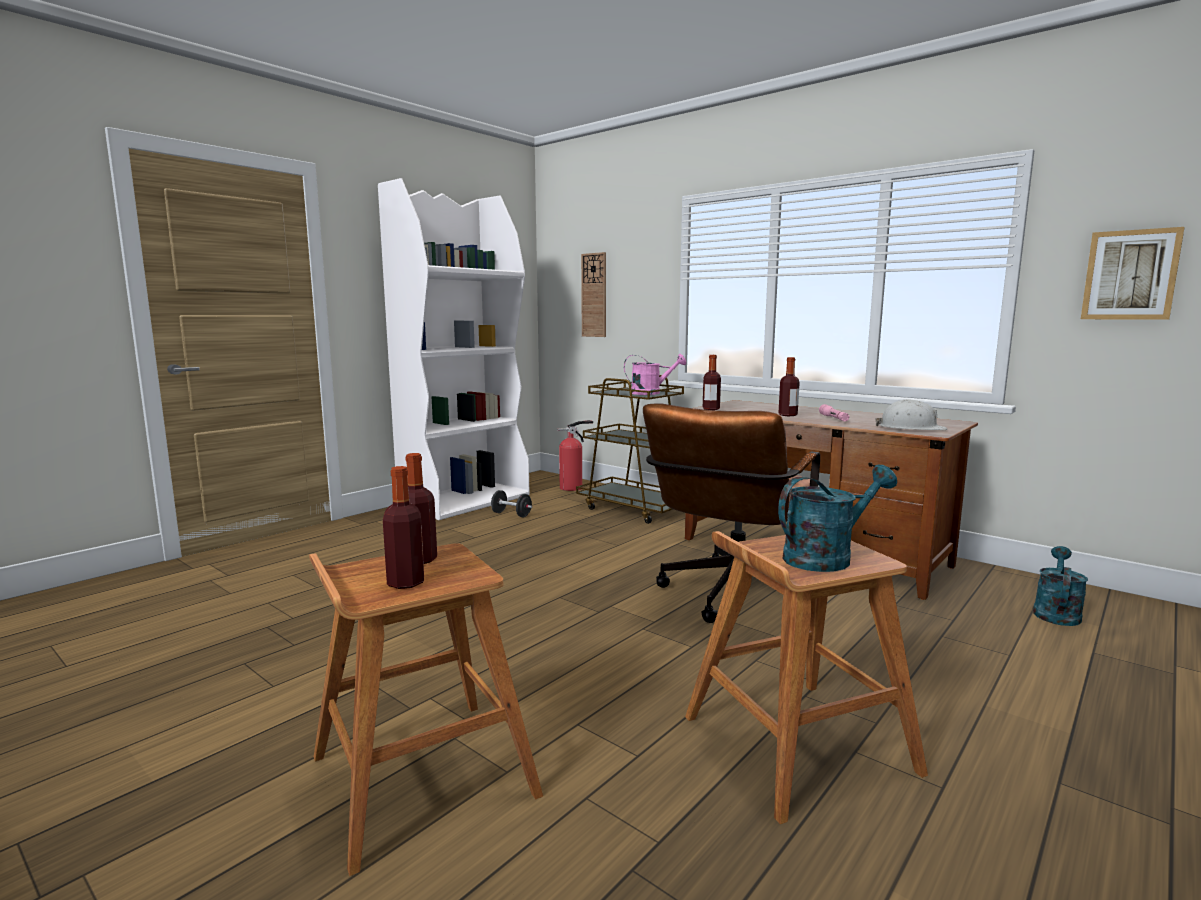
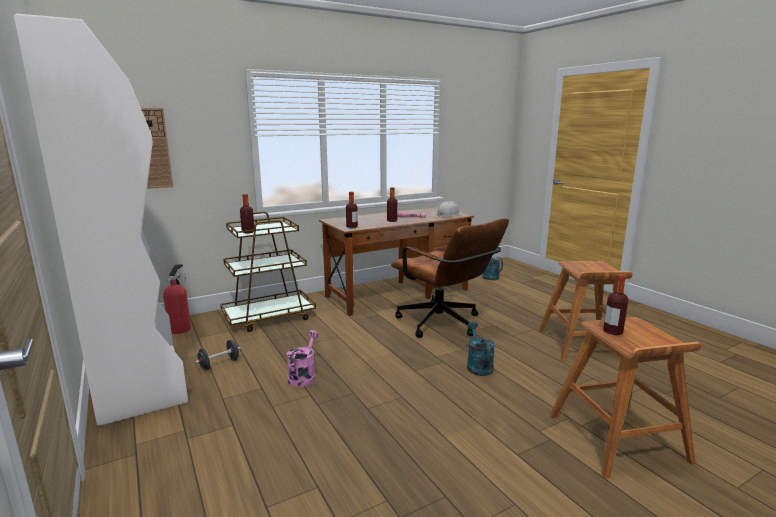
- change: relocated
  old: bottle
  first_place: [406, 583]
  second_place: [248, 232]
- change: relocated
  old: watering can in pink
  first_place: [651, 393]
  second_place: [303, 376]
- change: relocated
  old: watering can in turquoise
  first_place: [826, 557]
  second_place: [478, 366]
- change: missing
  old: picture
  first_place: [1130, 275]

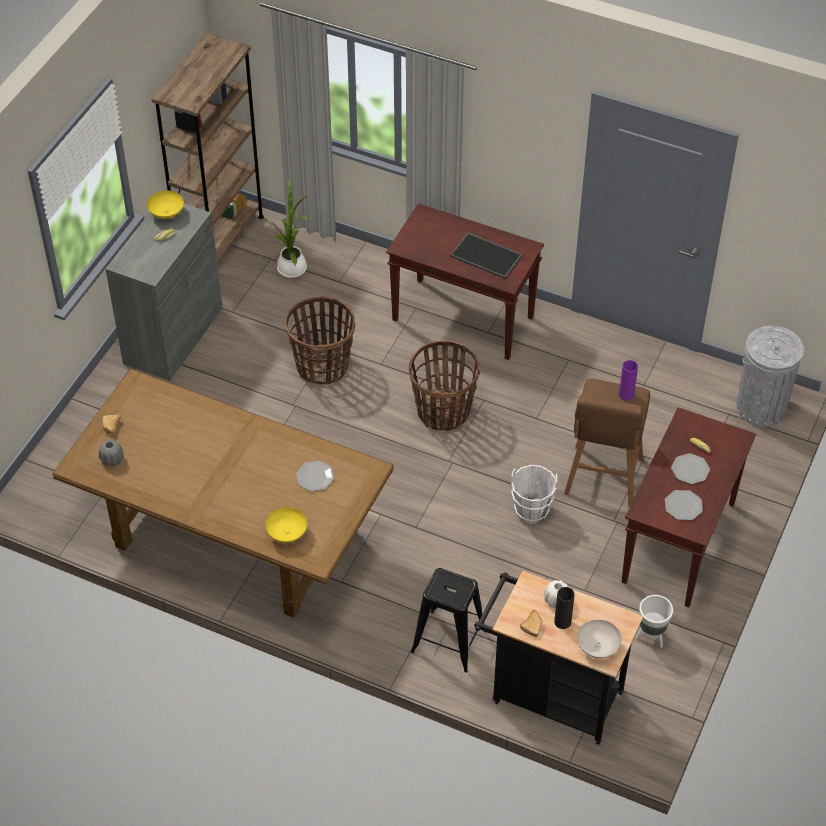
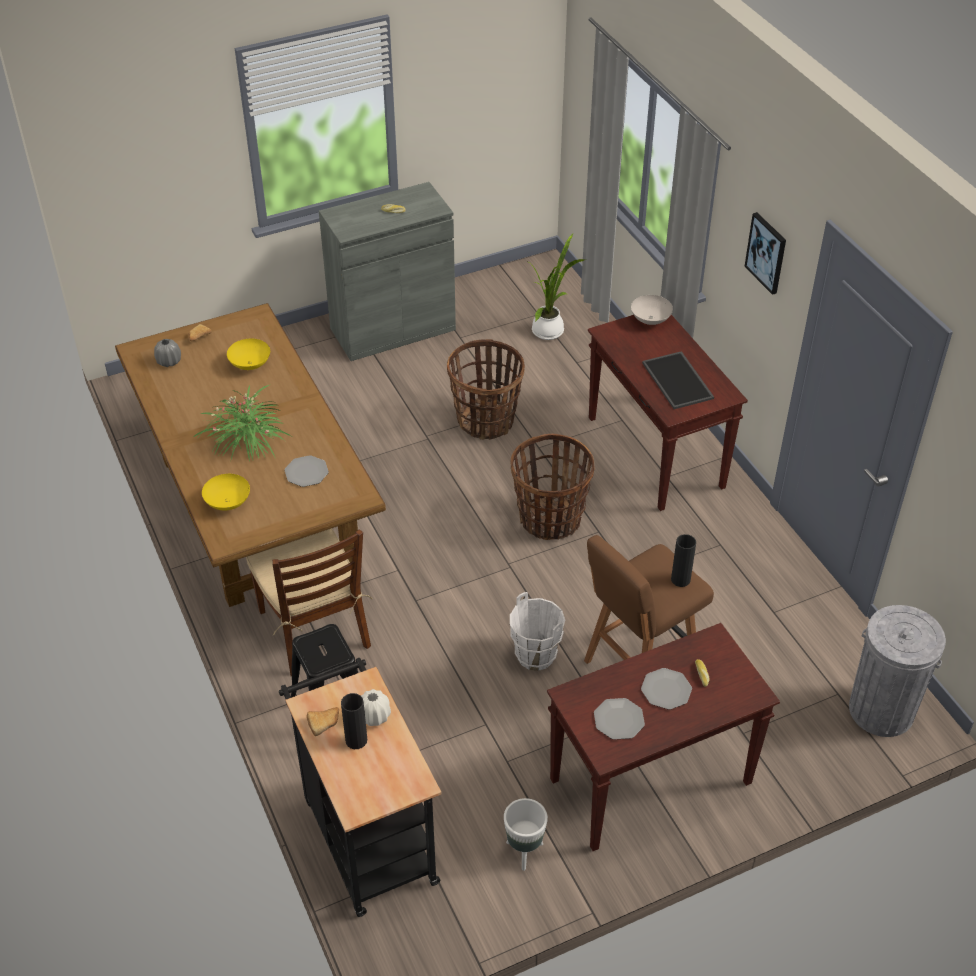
- change: appeared
  new: potted plant
  second_place: [247, 440]
- change: relocated
  old: bowl in yellow
  first_place: [167, 213]
  second_place: [251, 365]
- change: appeared
  new: chair in brown
  second_place: [315, 629]
- change: relocated
  old: bowl in white
  first_place: [597, 647]
  second_place: [649, 320]
- change: colour
  old: vase in purple
  new: vase in black
  first_place: [626, 395]
  second_place: [680, 579]
- change: appeared
  new: picture
  second_place: [766, 252]
- change: missing
  old: bookcase in brown
  first_place: [221, 242]

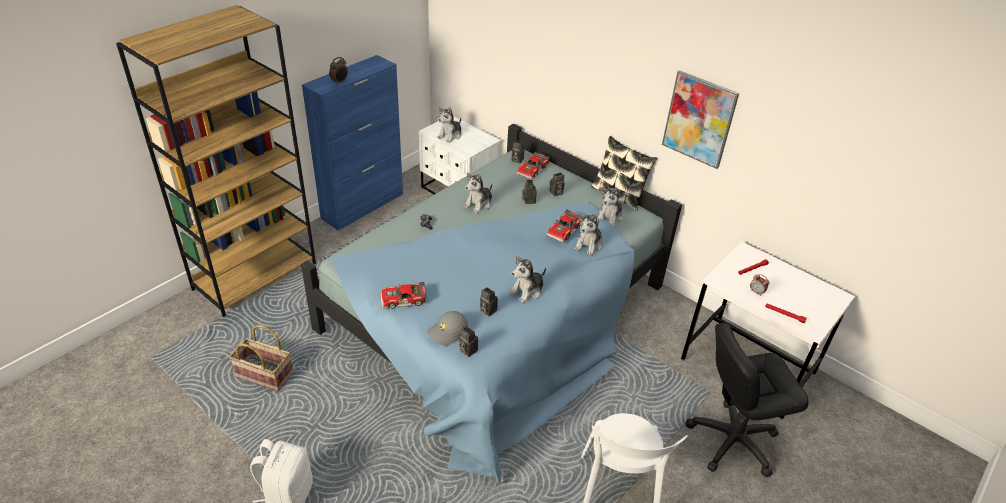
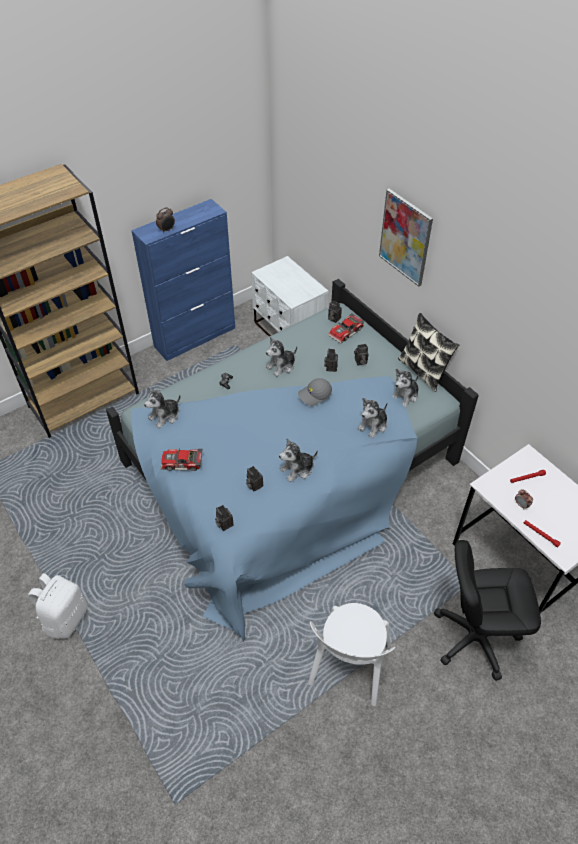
- change: relocated
  old: plush toy
  first_place: [450, 136]
  second_place: [165, 416]
- change: relocated
  old: cap in grey
  first_place: [448, 332]
  second_place: [314, 395]
- change: relocated
  old: picture
  first_place: [699, 119]
  second_place: [405, 237]
- change: missing
  old: basket
  first_place: [263, 375]
- change: missing
  old: toy car
  first_place: [565, 230]

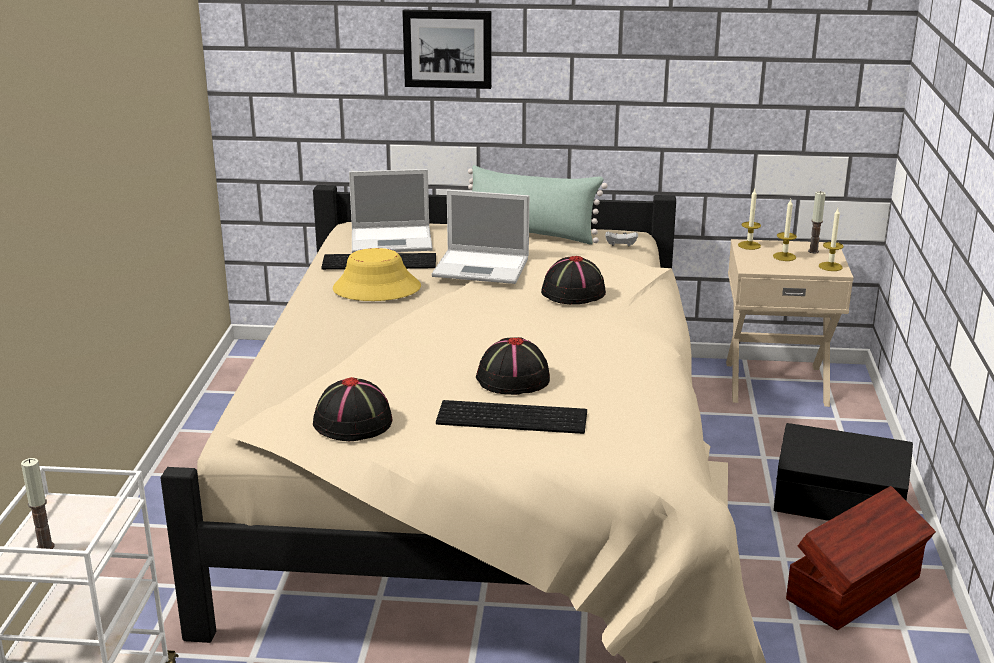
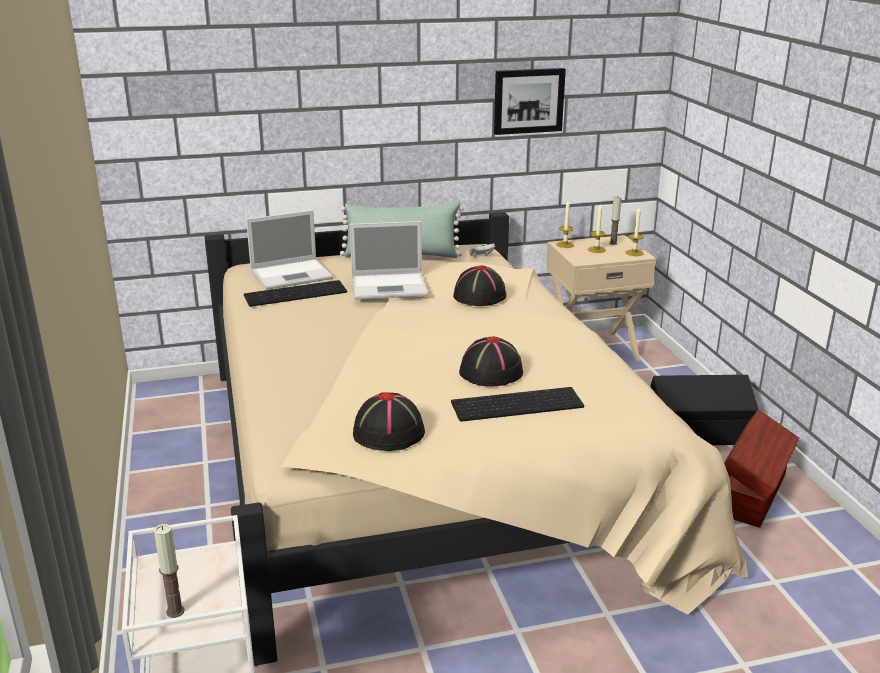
- change: relocated
  old: picture
  first_place: [447, 48]
  second_place: [528, 101]
- change: missing
  old: hat in yellow
  first_place: [376, 289]

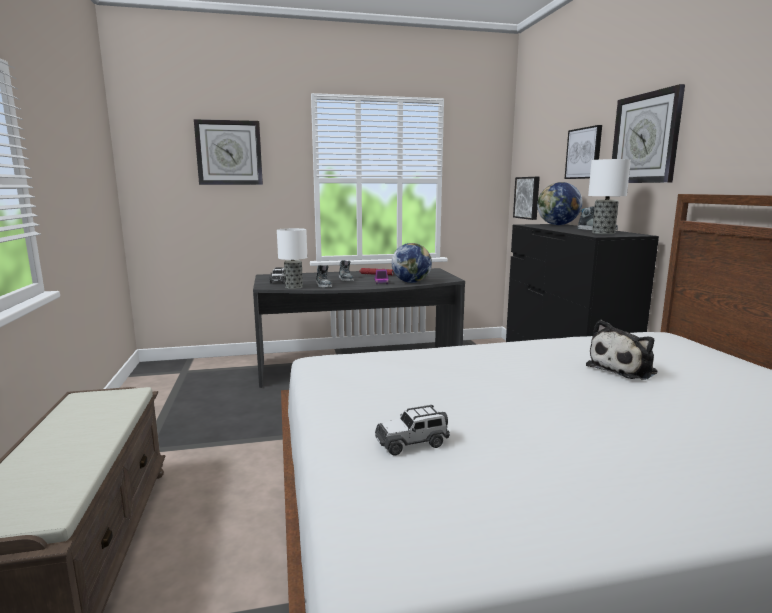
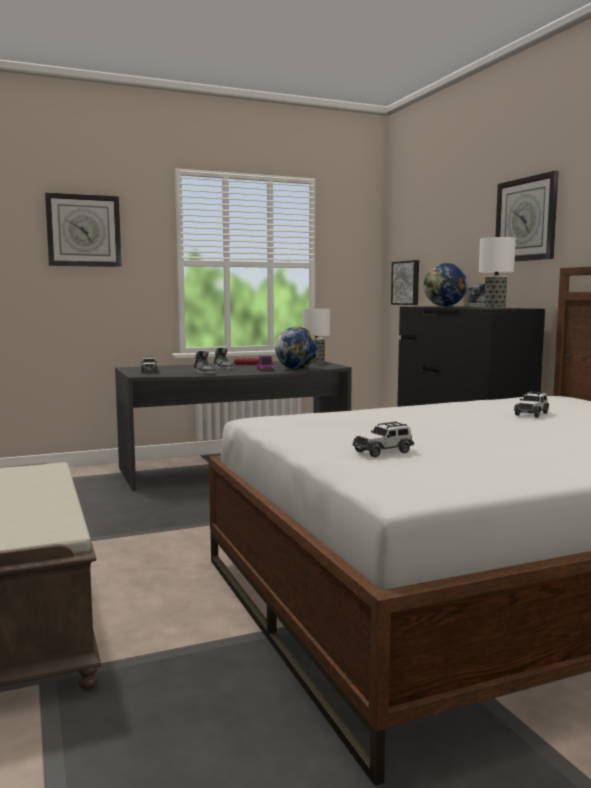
- change: relocated
  old: table lamp
  first_place: [293, 287]
  second_place: [315, 363]
- change: exchanged
  old: plush toy
  new: toy car
  first_place: [624, 369]
  second_place: [531, 414]
- change: missing
  old: picture
  first_place: [584, 153]

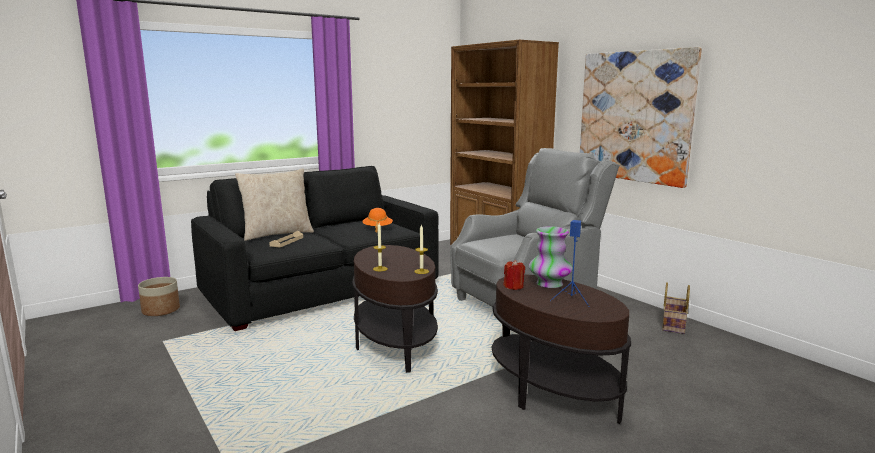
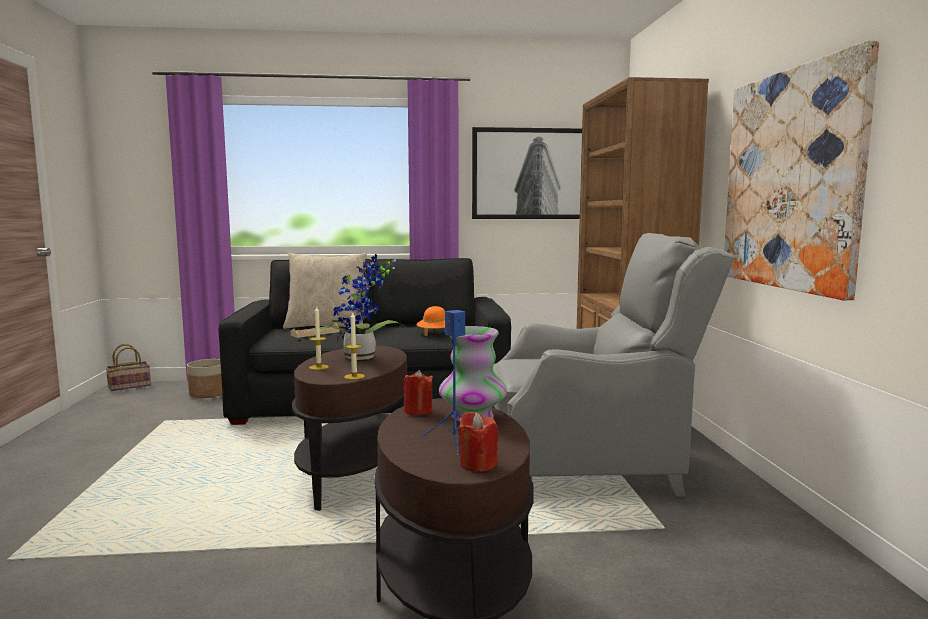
- change: relocated
  old: basket
  first_place: [672, 324]
  second_place: [130, 386]
- change: appeared
  new: potted plant
  second_place: [362, 358]
- change: appeared
  new: candle in red
  second_place: [477, 464]
- change: appeared
  new: picture
  second_place: [536, 174]

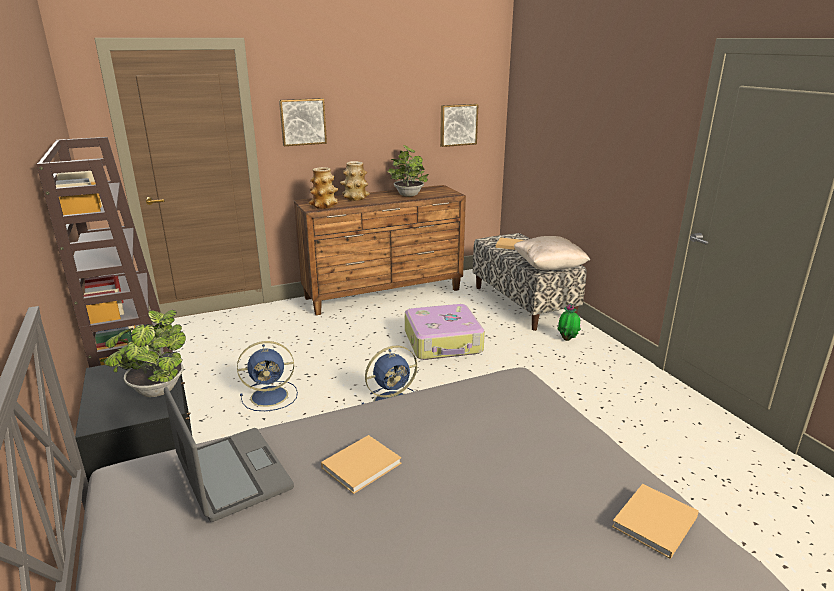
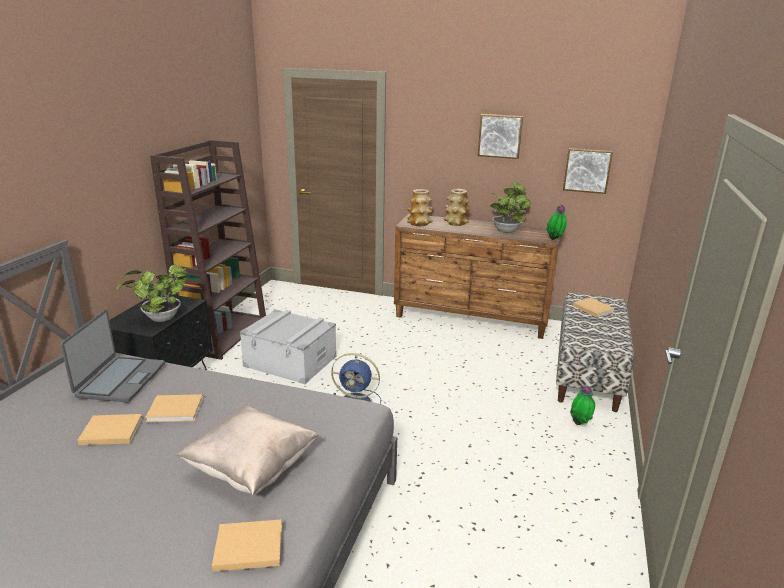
- change: appeared
  new: book in beige
  second_place: [109, 431]
- change: relocated
  old: pillow in beige
  first_place: [549, 267]
  second_place: [251, 469]
- change: exchanged
  old: fan in blue
  new: storage box in grey
  first_place: [271, 396]
  second_place: [290, 361]
- change: relocated
  old: picture
  first_place: [302, 121]
  second_place: [500, 136]
- change: appeared
  new: potted plant
  second_place: [555, 240]
- change: missing
  old: suitcase
  first_place: [443, 342]

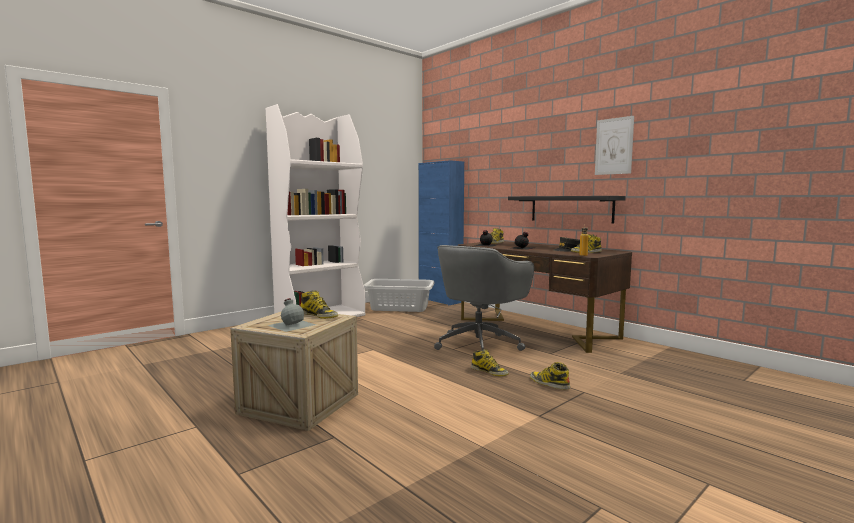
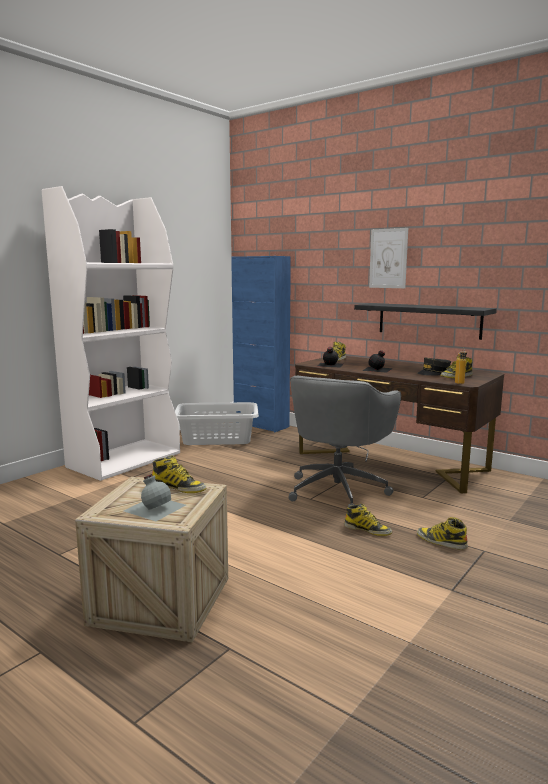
- change: relocated
  old: picture
  first_place: [614, 146]
  second_place: [388, 258]

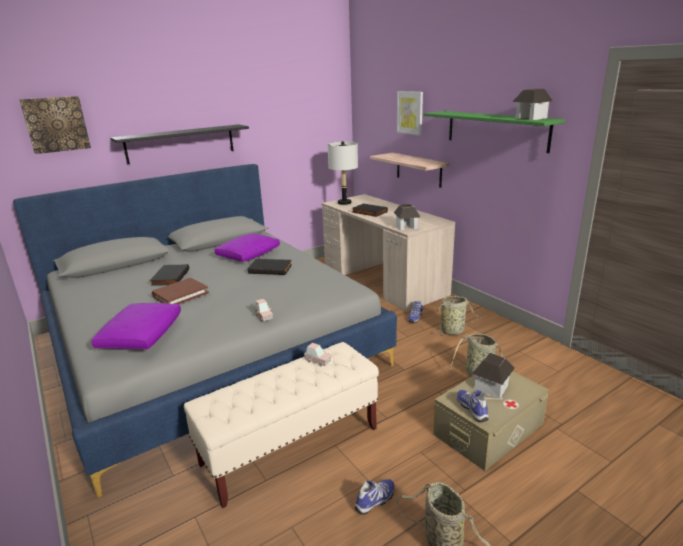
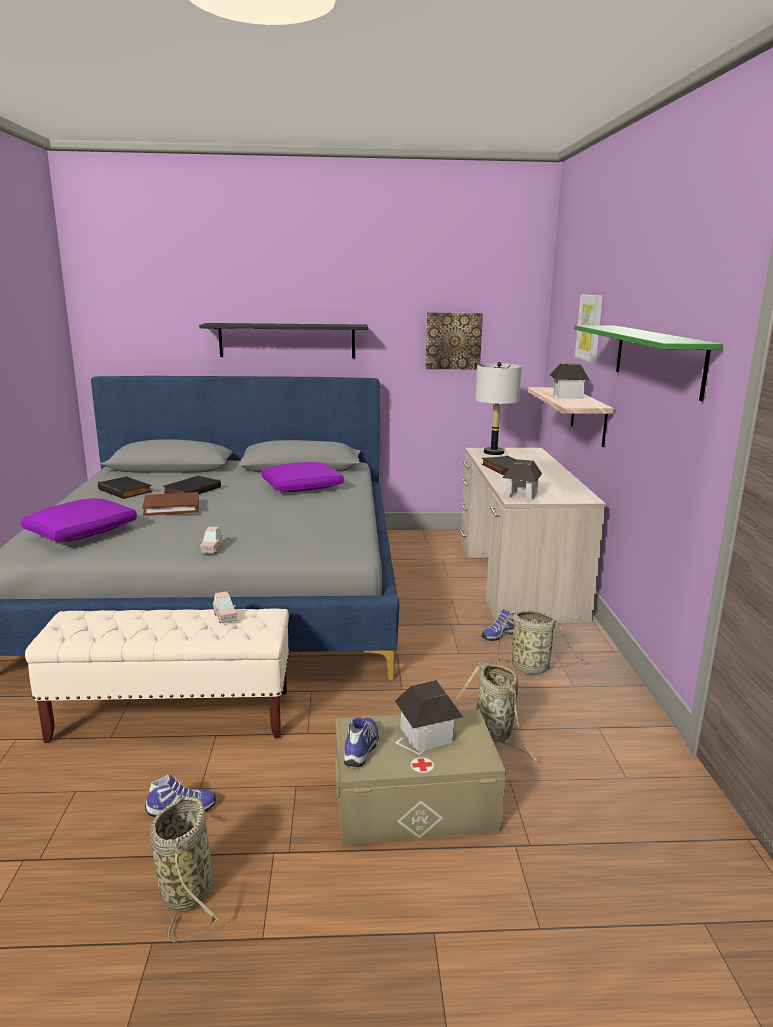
- change: relocated
  old: book in black
  first_place: [271, 269]
  second_place: [126, 490]
- change: relocated
  old: picture
  first_place: [56, 124]
  second_place: [453, 341]
- change: relocated
  old: toy house
  first_place: [530, 118]
  second_place: [567, 396]

